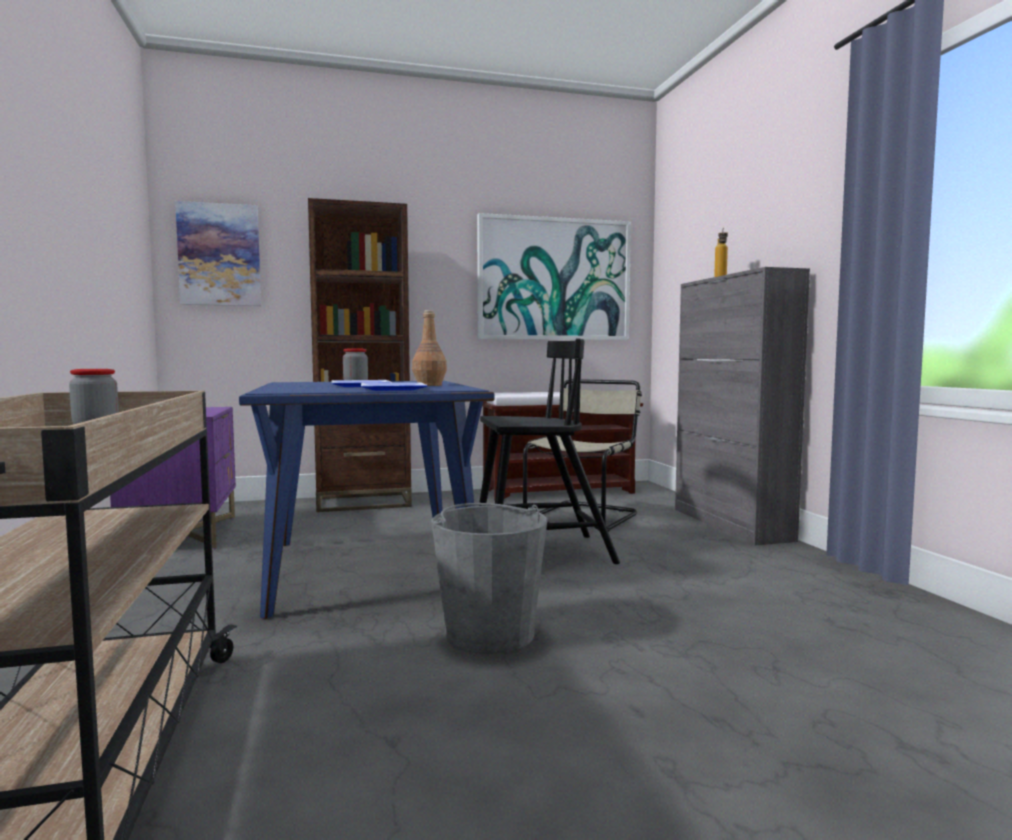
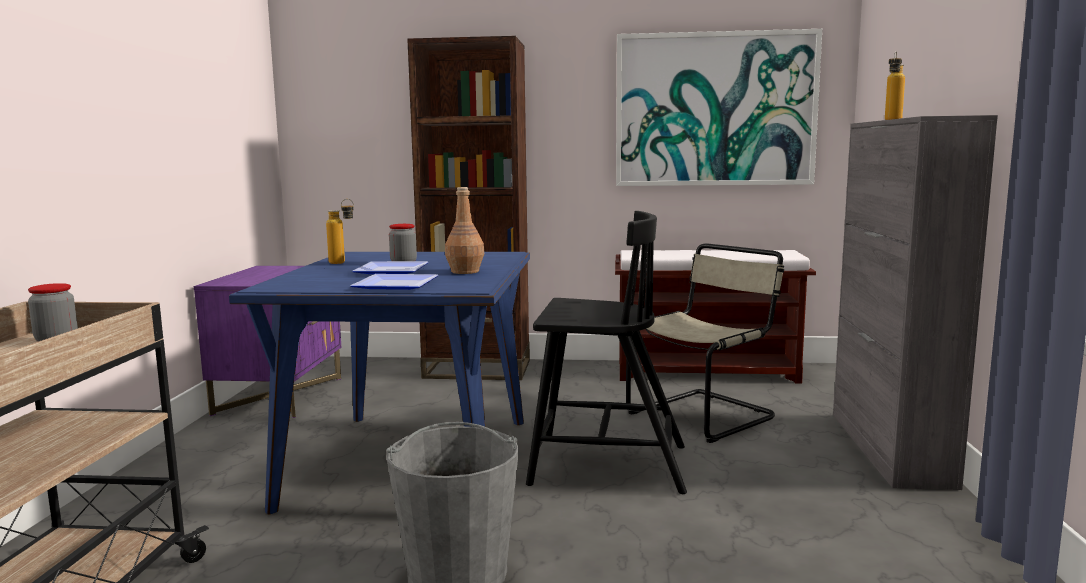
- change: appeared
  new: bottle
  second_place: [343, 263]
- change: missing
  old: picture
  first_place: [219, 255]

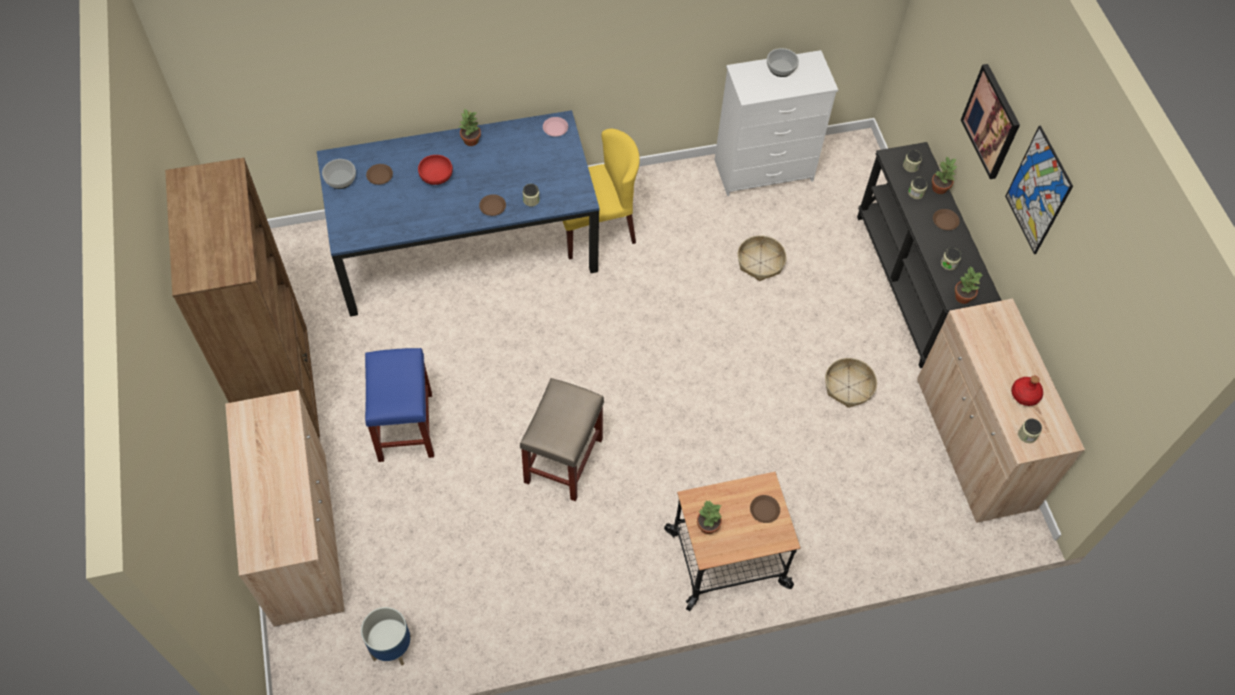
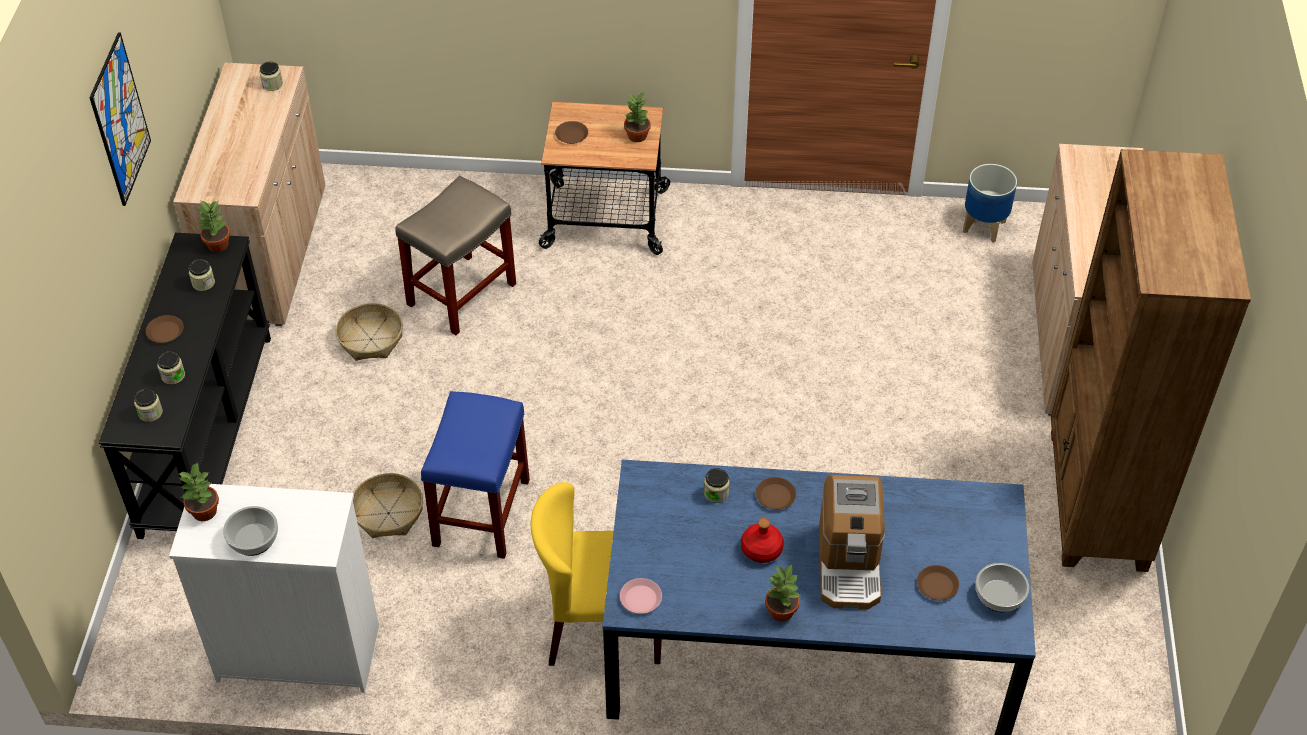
- change: relocated
  old: potted plant
  first_place: [939, 188]
  second_place: [203, 512]
- change: relocated
  old: stool in beige
  first_place: [563, 462]
  second_place: [462, 293]
- change: relocated
  old: stool in blue
  first_place: [406, 428]
  second_place: [481, 511]
- change: relocated
  old: bottle in red
  first_place: [1024, 395]
  second_place: [762, 549]
- change: exchanged
  old: bowl in red
  new: coffee machine
  first_place: [436, 176]
  second_place: [849, 563]
- change: missing
  old: picture
  first_place: [991, 121]

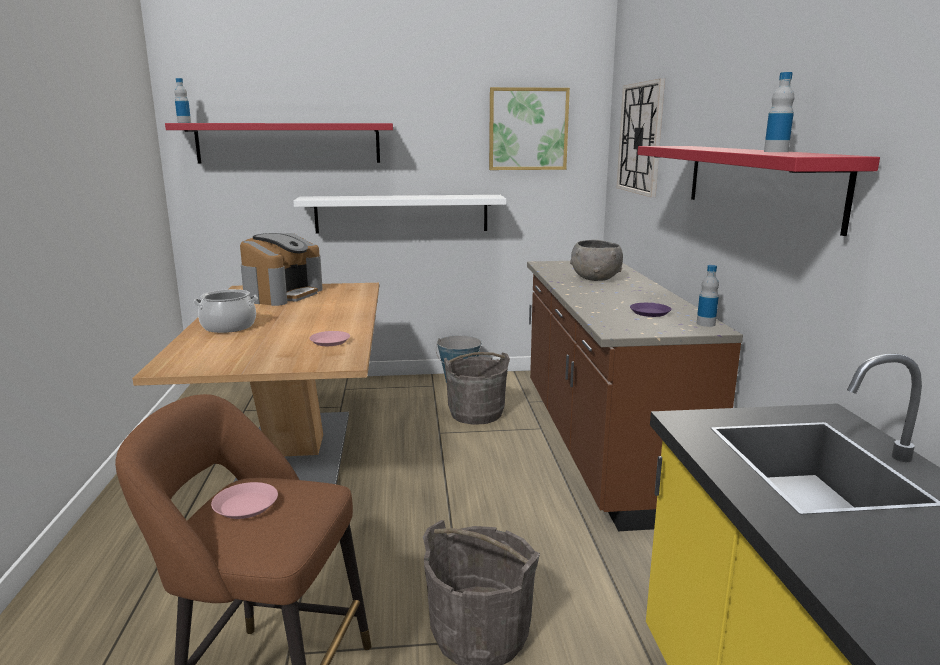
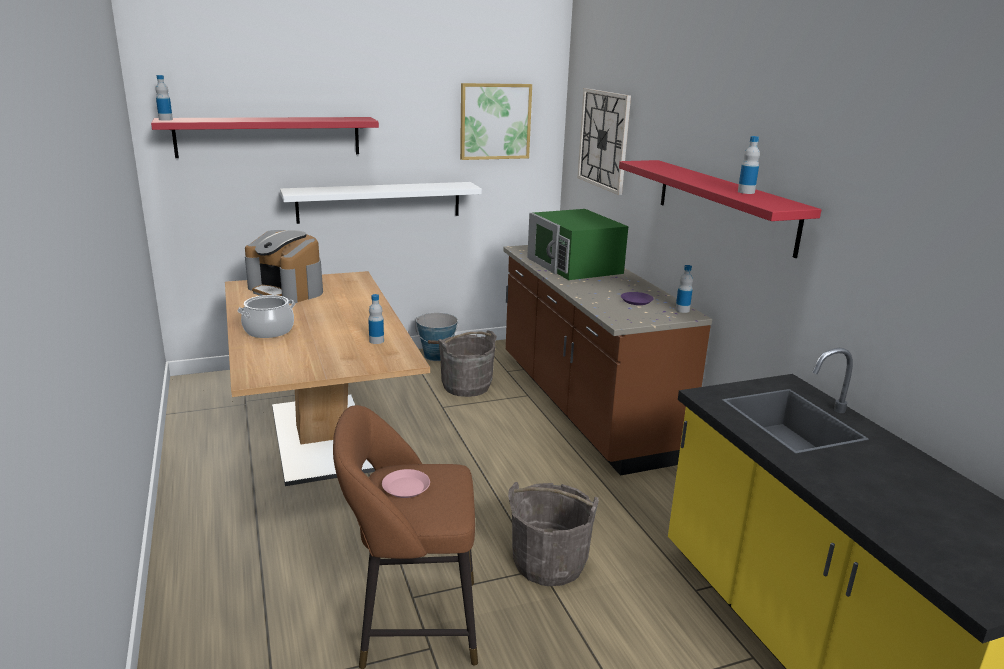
- change: spun
  old: coffee machine
  first_place: [283, 294]
  second_place: [287, 290]
  degrees: 120
- change: exchanged
  old: plate in pink
  new: bottle
  first_place: [330, 341]
  second_place: [376, 341]
- change: exchanged
  old: bowl in grey
  new: microwave in green
  first_place: [596, 279]
  second_place: [574, 265]

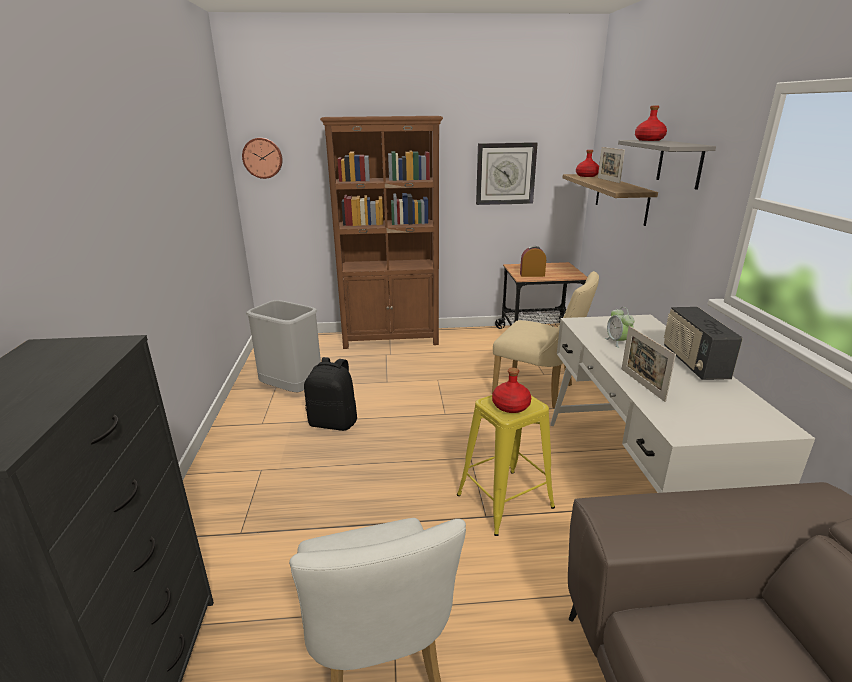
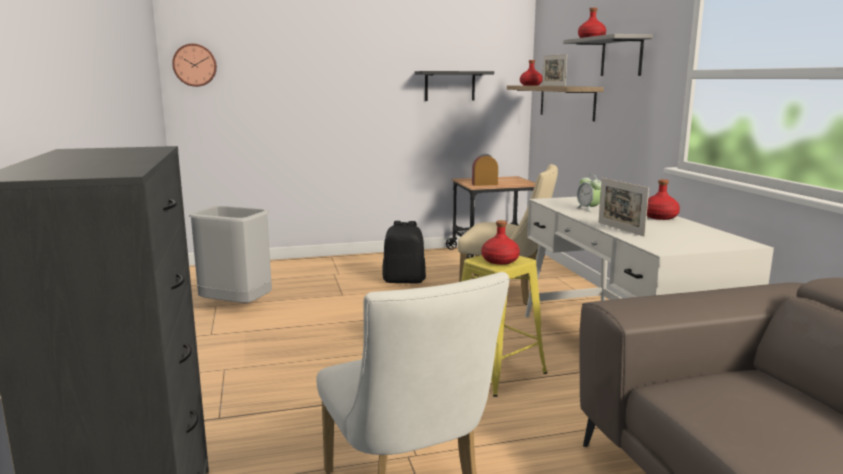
- change: relocated
  old: backpack in black
  first_place: [334, 422]
  second_place: [404, 280]
- change: exchanged
  old: wall clock
  new: shelf in black
  first_place: [505, 173]
  second_place: [450, 86]
- change: exchanged
  old: radio
  new: bottle in red
  first_place: [693, 363]
  second_place: [660, 217]
- change: missing
  old: bookcase in brown
  first_place: [391, 339]

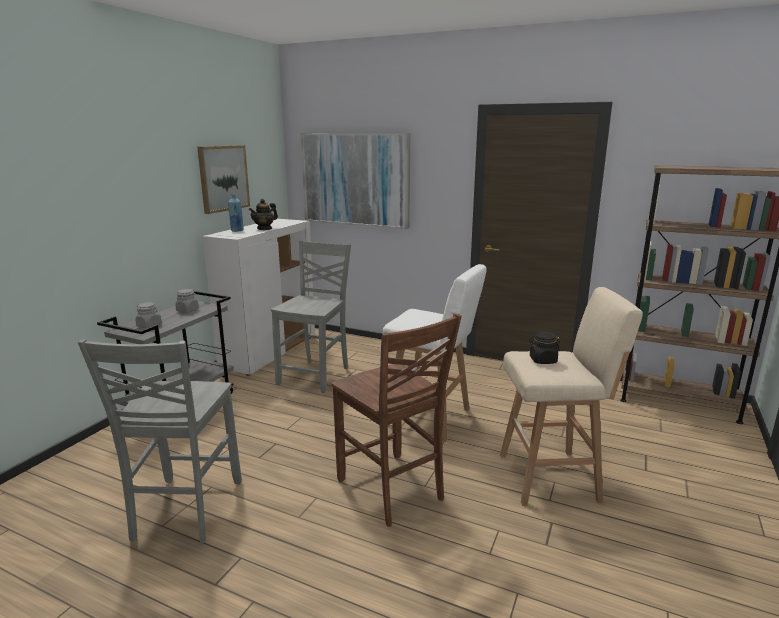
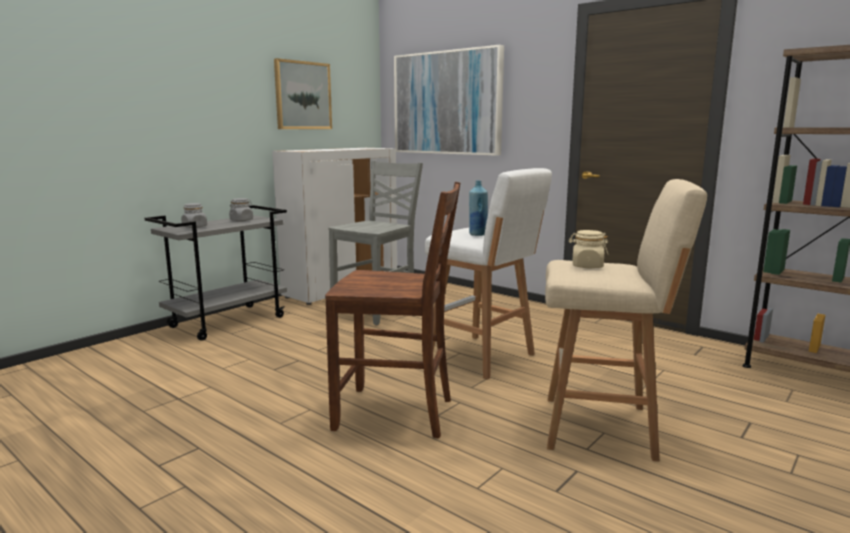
- change: spun
  old: chair in brown
  first_place: [392, 490]
  second_place: [397, 414]
  degrees: -60
- change: relocated
  old: bottle in blue
  first_place: [237, 230]
  second_place: [477, 234]
- change: colour
  old: jar in black
  new: jar in beige
  first_place: [542, 360]
  second_place: [587, 266]
- change: missing
  old: chair in grey
  first_place: [185, 511]
- change: missing
  old: teapot
  first_place: [264, 228]

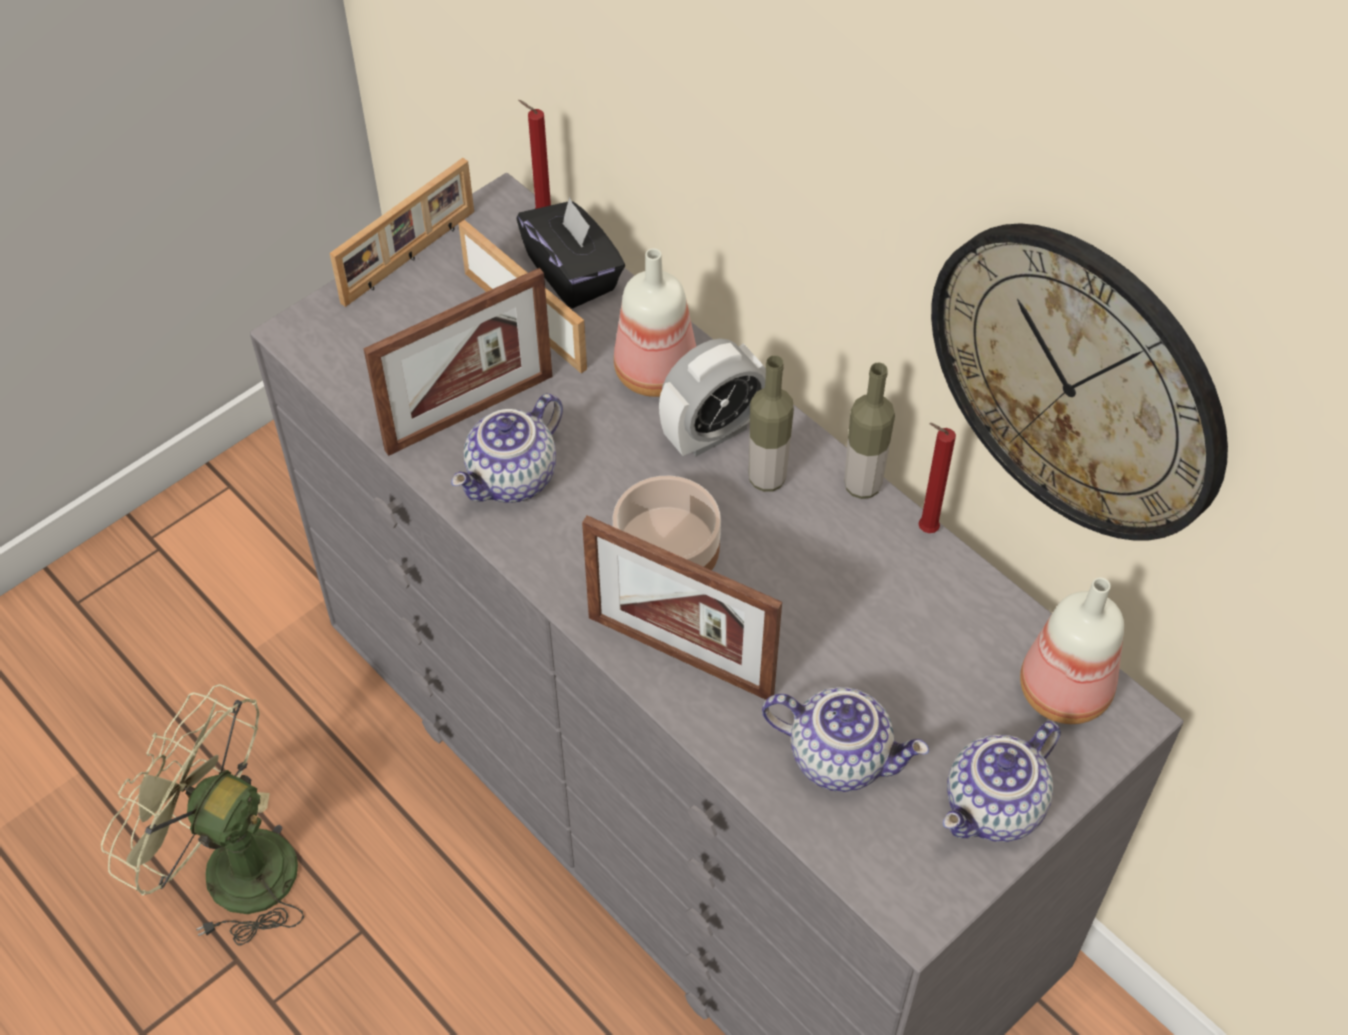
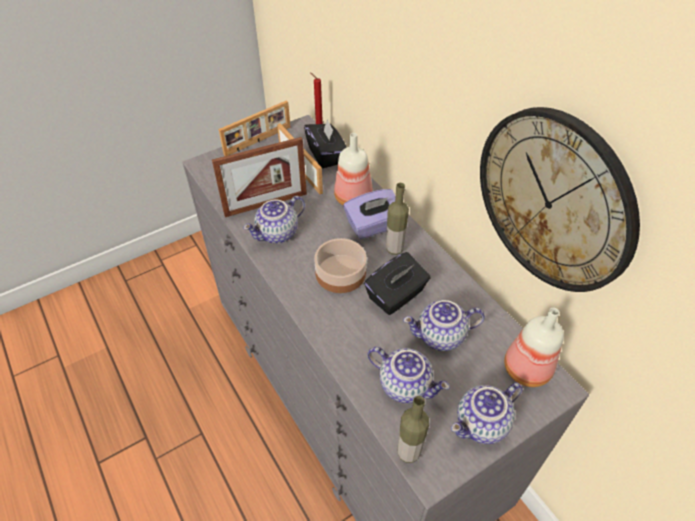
- change: exchanged
  old: alarm clock
  new: tissue box in purple
  first_place: [712, 432]
  second_place: [373, 226]
- change: appeared
  new: tissue box in black
  second_place: [396, 296]
- change: relocated
  old: bottle
  first_place: [862, 485]
  second_place: [408, 452]
- change: appeared
  new: teapot
  second_place: [440, 337]
- change: missing
  old: fan in green
  first_place: [230, 867]
- change: missing
  old: picture frame
  first_place: [680, 655]
- change: missing
  old: candle in red
  first_place: [924, 529]

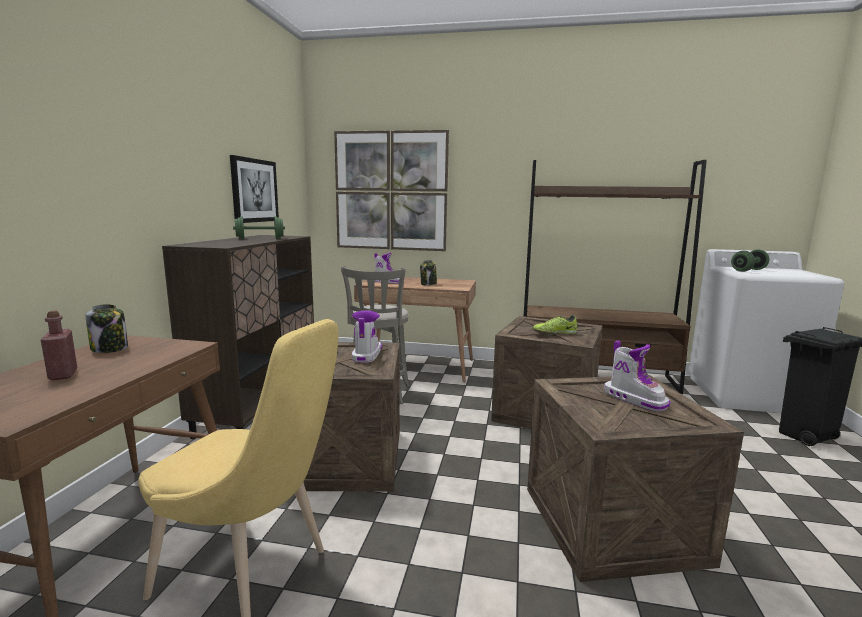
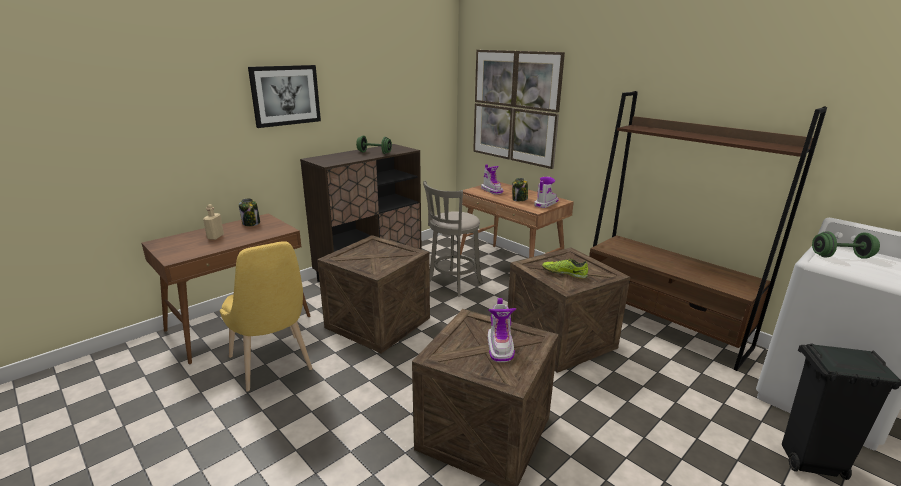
- change: colour
  old: bottle in red
  new: bottle in beige
  first_place: [63, 375]
  second_place: [215, 237]
- change: relocated
  old: picture
  first_place: [254, 190]
  second_place: [285, 95]
- change: relocated
  old: boot
  first_place: [366, 355]
  second_place: [545, 204]

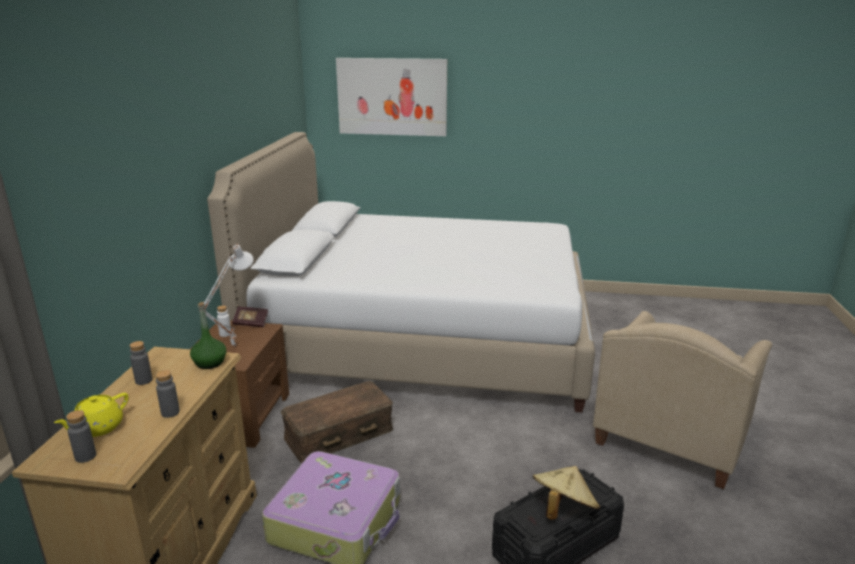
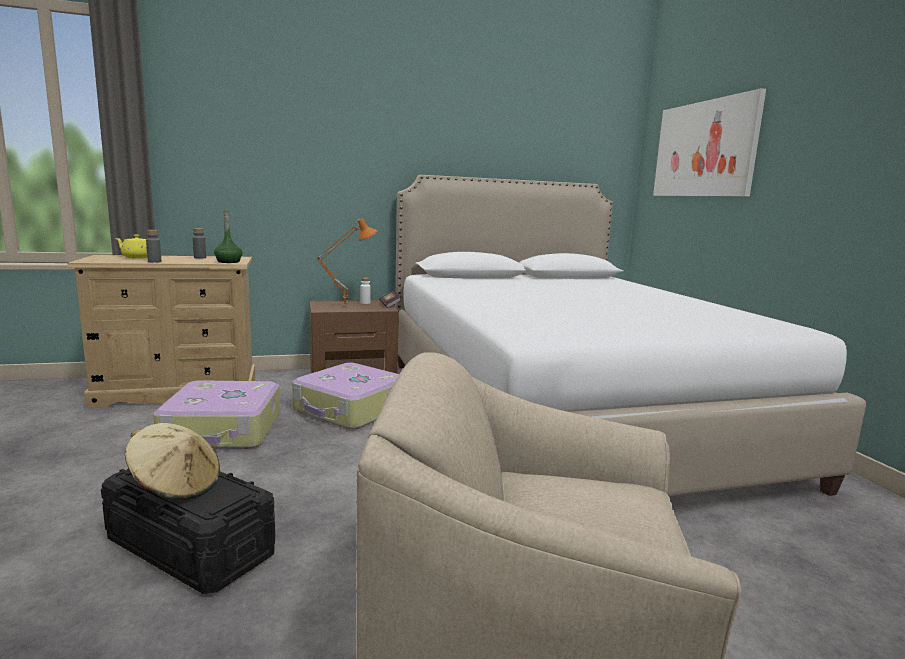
- change: exchanged
  old: storage box in brown
  new: suitcase
  first_place: [338, 433]
  second_place: [351, 409]
- change: colour
  old: table lamp in white
  new: table lamp in orange
  first_place: [233, 346]
  second_place: [347, 306]
- change: missing
  old: bottle in grey
  first_place: [85, 456]

